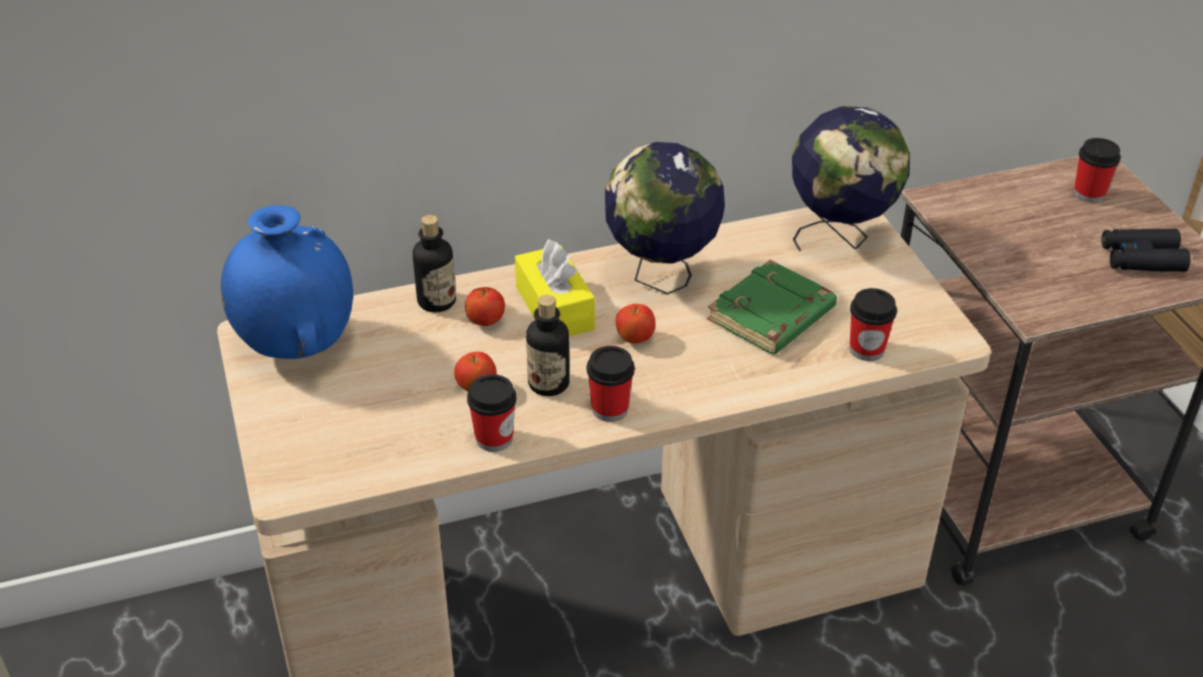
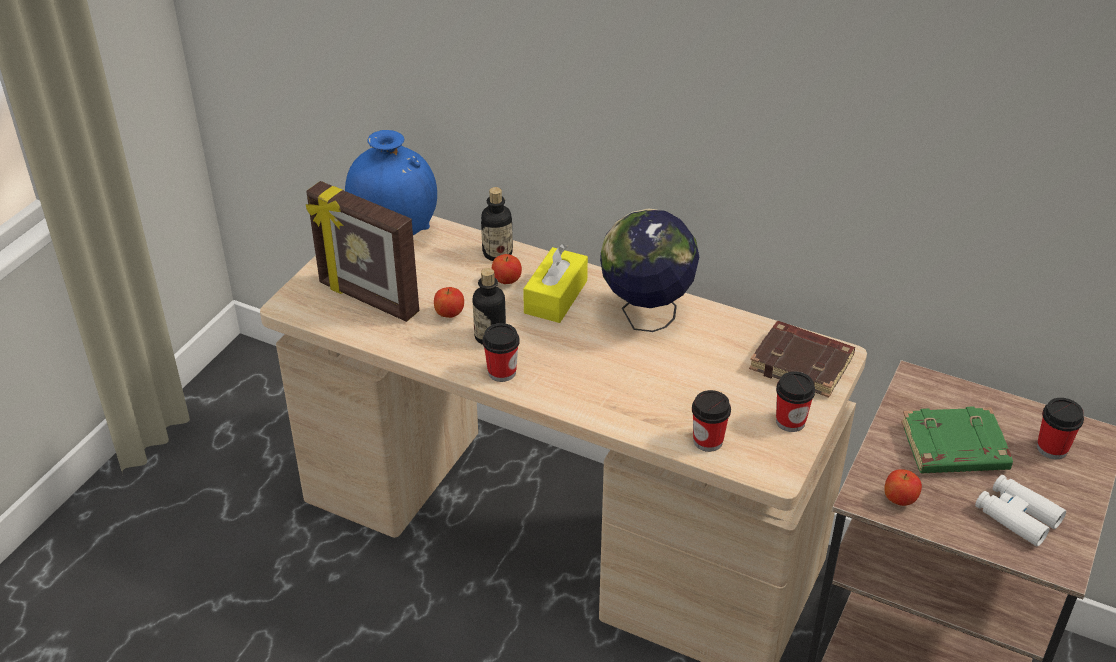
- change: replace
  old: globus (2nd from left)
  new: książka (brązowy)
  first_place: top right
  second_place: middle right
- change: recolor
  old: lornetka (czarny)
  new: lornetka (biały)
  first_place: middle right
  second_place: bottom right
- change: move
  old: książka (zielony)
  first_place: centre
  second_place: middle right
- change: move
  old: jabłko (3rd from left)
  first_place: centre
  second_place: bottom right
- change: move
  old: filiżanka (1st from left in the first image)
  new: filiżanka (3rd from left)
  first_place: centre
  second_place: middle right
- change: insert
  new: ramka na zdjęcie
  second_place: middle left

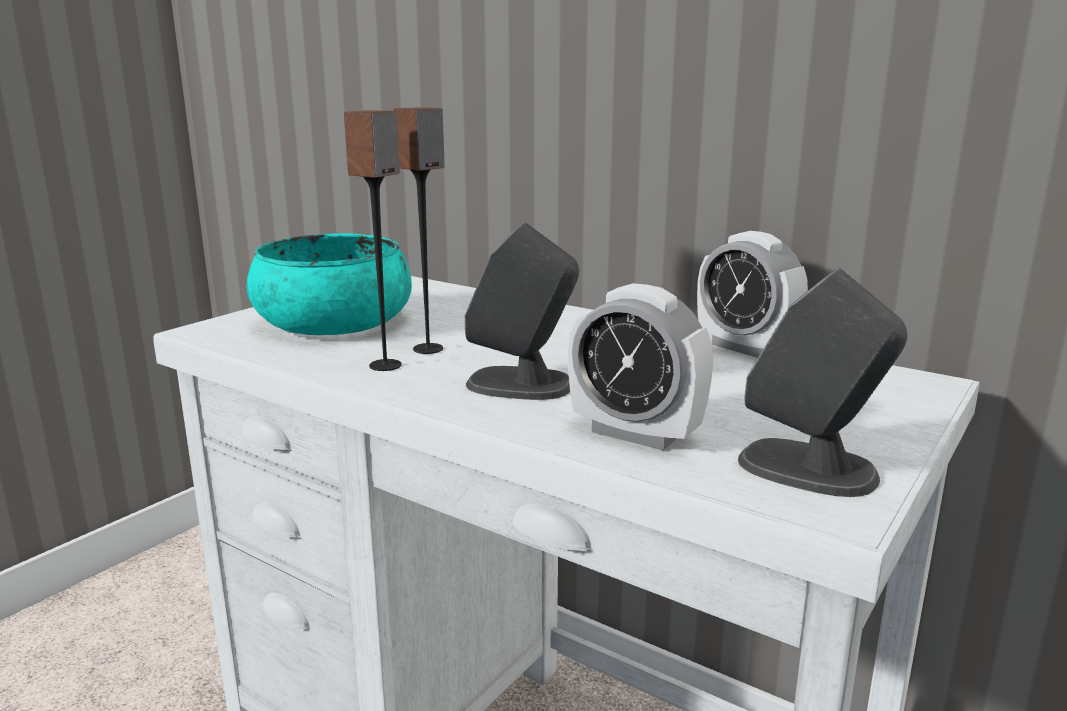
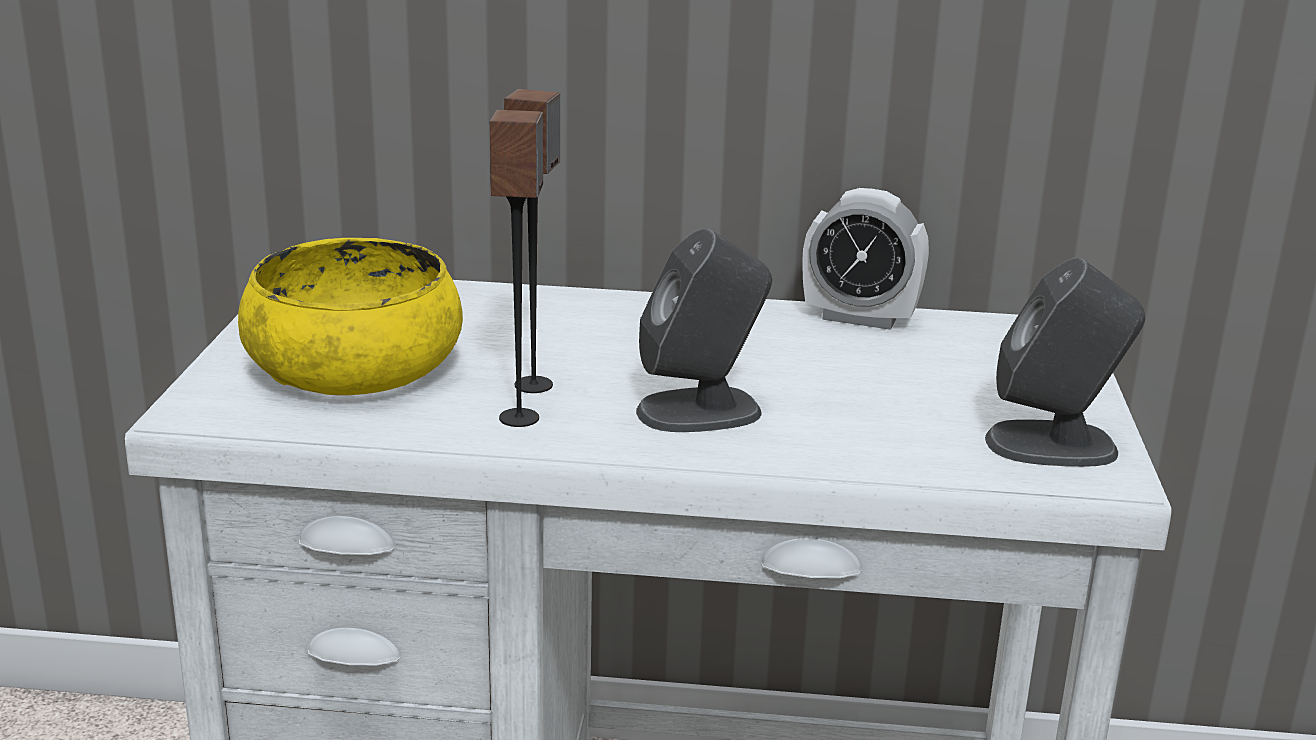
- change: recolor
  old: miska (turkusowy)
  new: miska (żółty)
  first_place: middle left
  second_place: middle left
- change: delete
  old: budzik (1st from left)
  first_place: centre

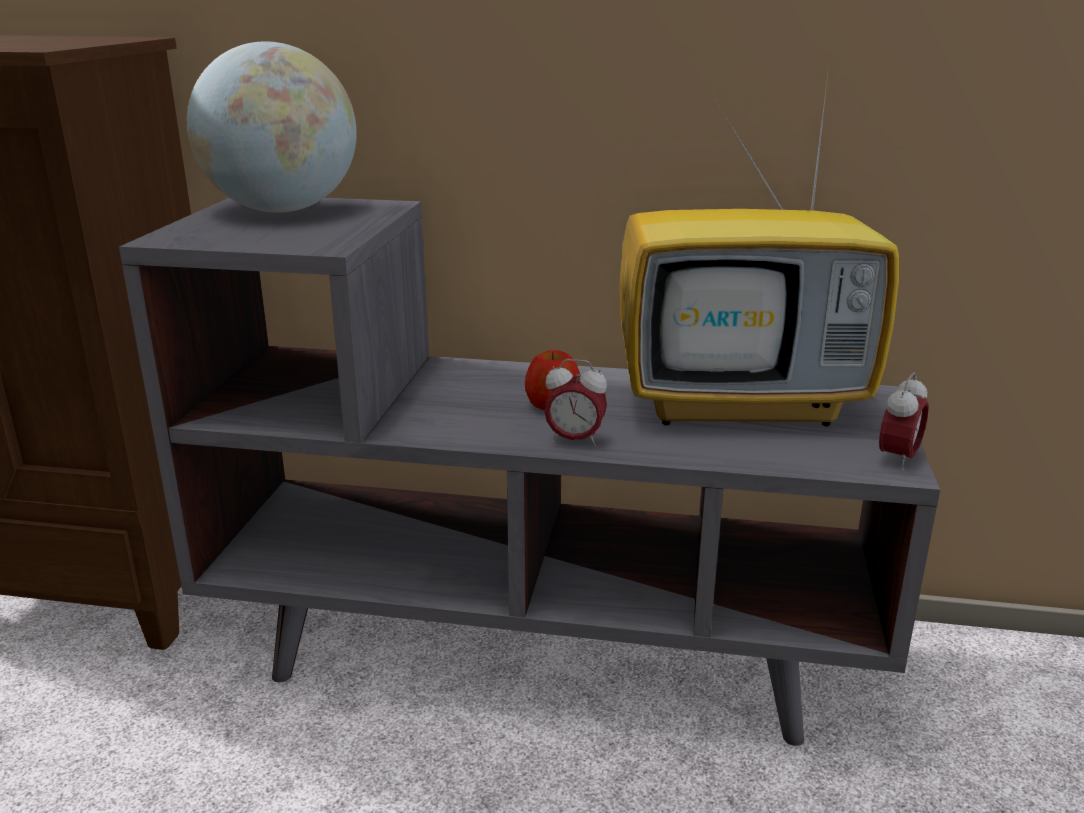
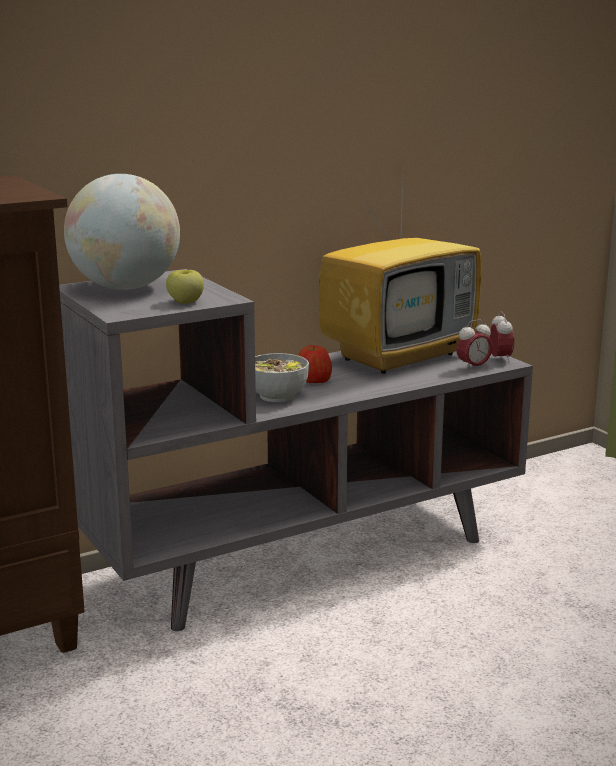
- change: move
  old: budzik (1st from left)
  first_place: centre
  second_place: middle right
- change: insert
  new: jabłko (1st from left)
  second_place: middle left
- change: insert
  new: miska
  second_place: centre

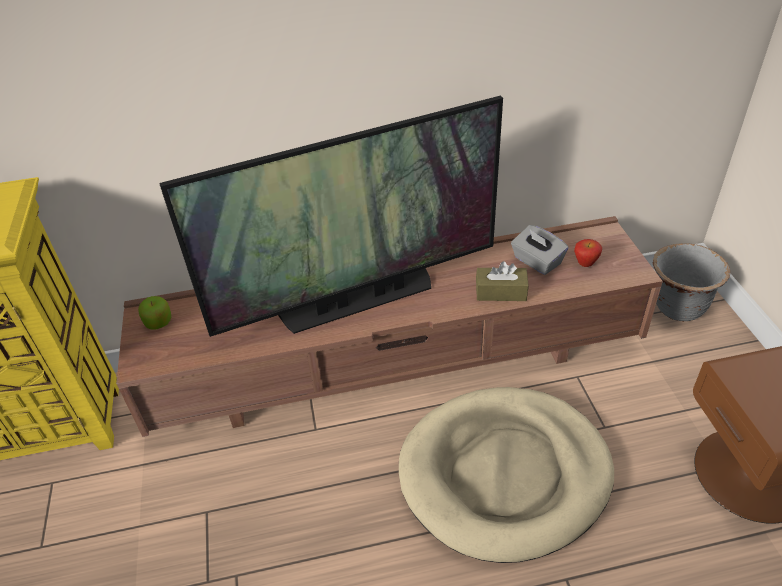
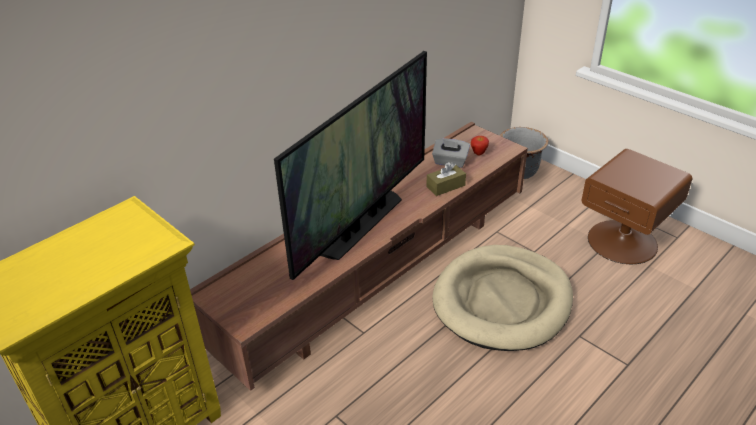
- change: delete
  old: jabłko (1st from left)
  first_place: middle left

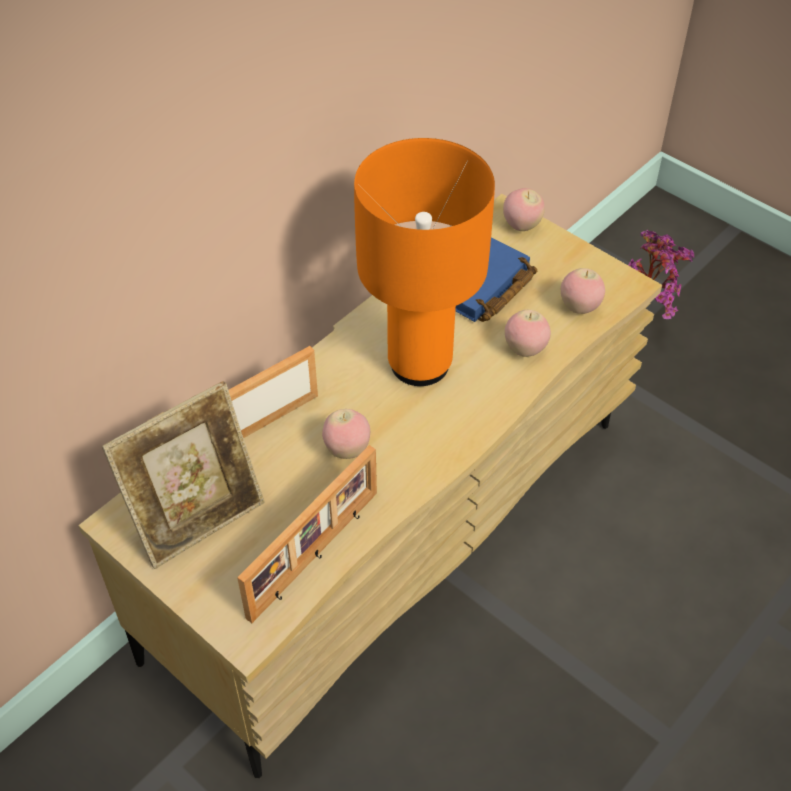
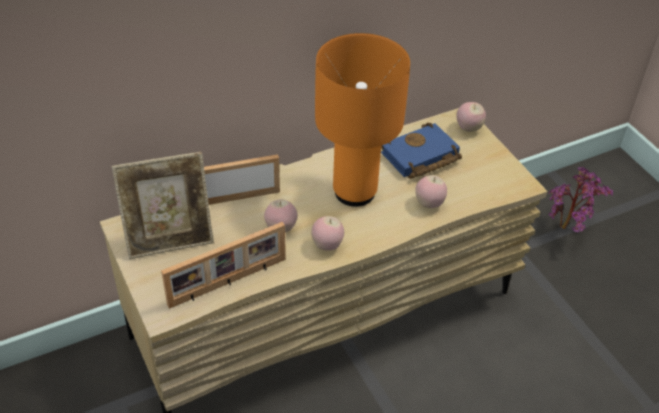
- change: move
  old: jabłko (4th from left in the first image)
  new: jabłko (2nd from left)
  first_place: middle right
  second_place: centre

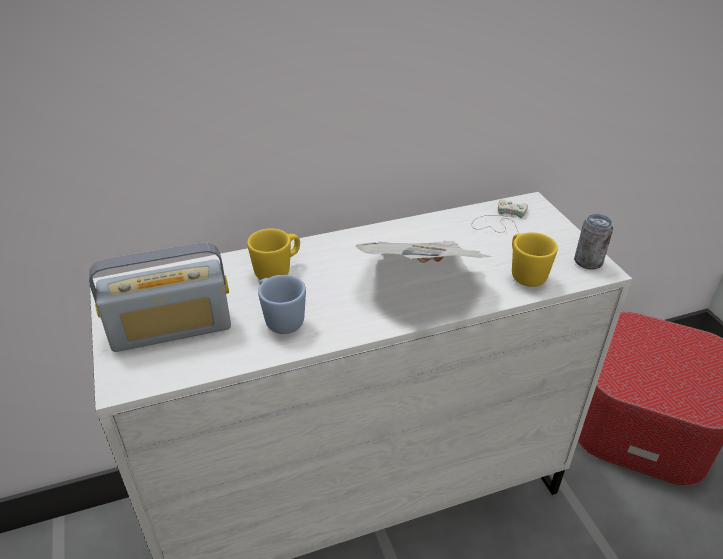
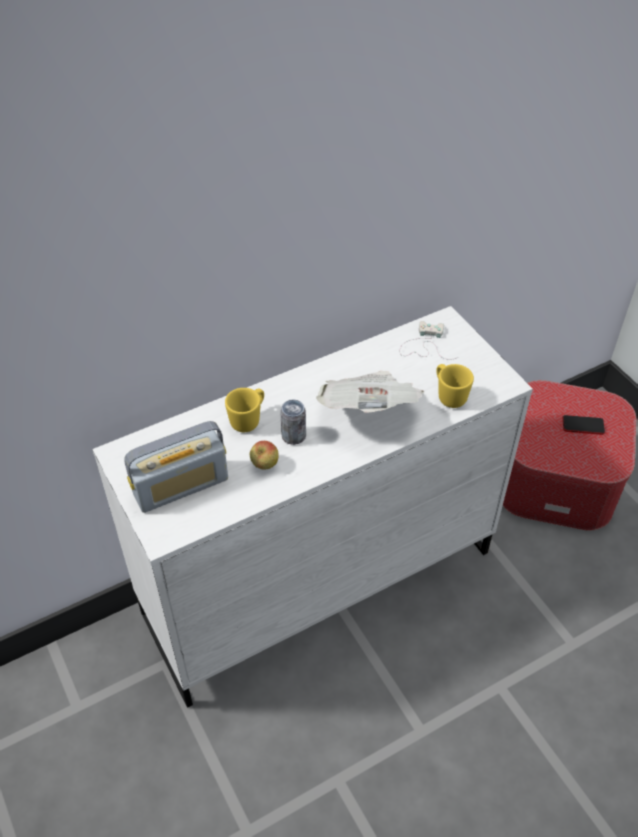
- change: move
  old: puszka
  first_place: middle right
  second_place: centre
- change: replace
  old: kubek (niebieski)
  new: jabłko
  first_place: centre
  second_place: centre
- change: insert
  new: telefon
  second_place: middle right

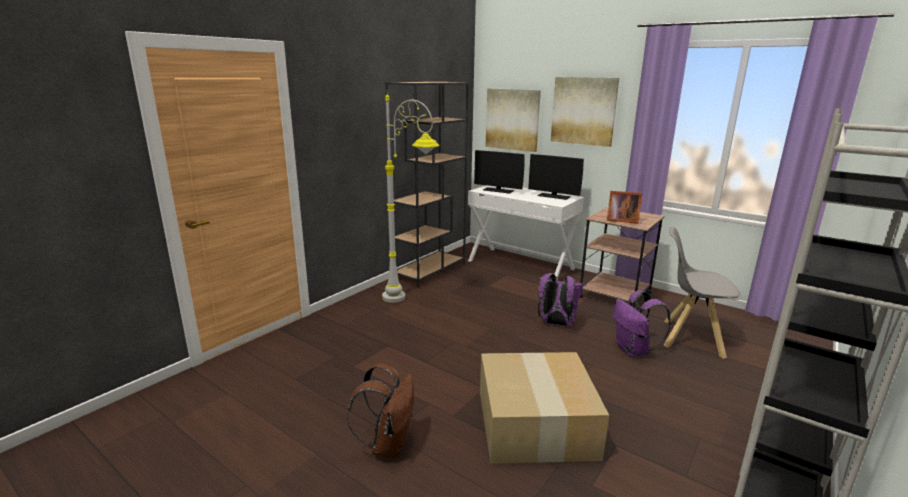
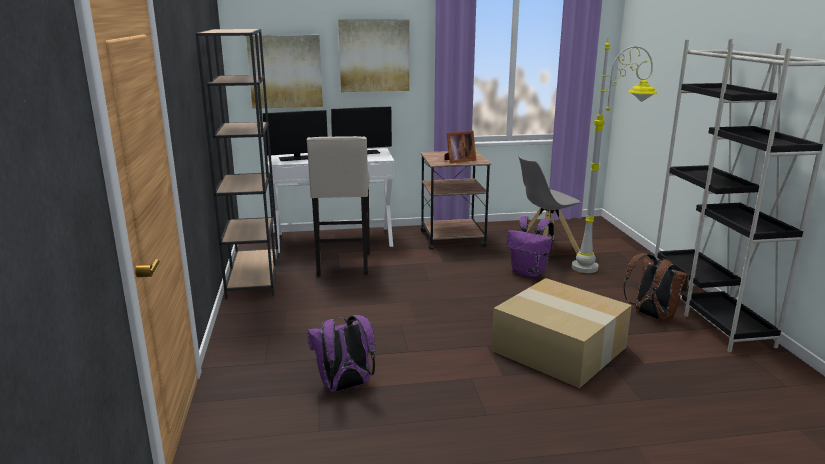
- change: move
  old: lampa stojąca (szary)
  first_place: centre
  second_place: middle right
- change: move
  old: plecak (fioletowy) (1st from left)
  first_place: centre
  second_place: bottom centre
- change: move
  old: plecak (brązowy)
  first_place: bottom centre
  second_place: middle right
- change: insert
  new: stołek (beżowy)
  second_place: centre

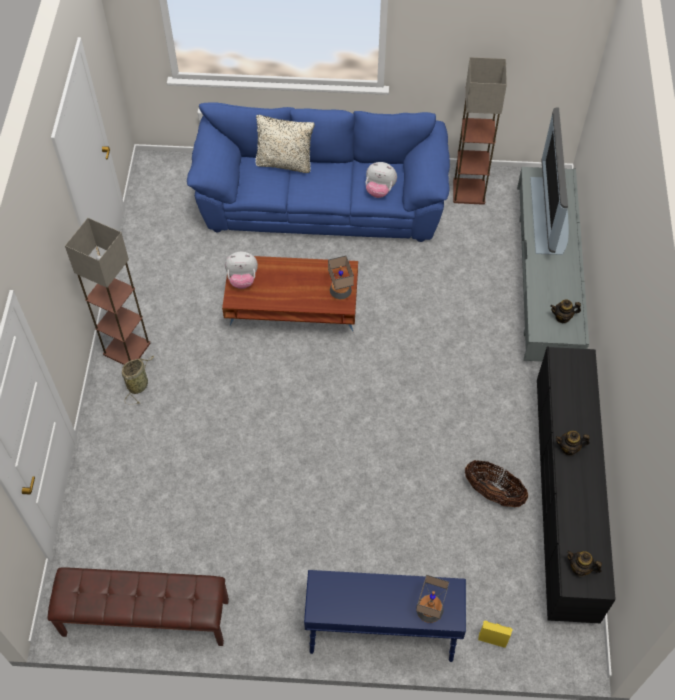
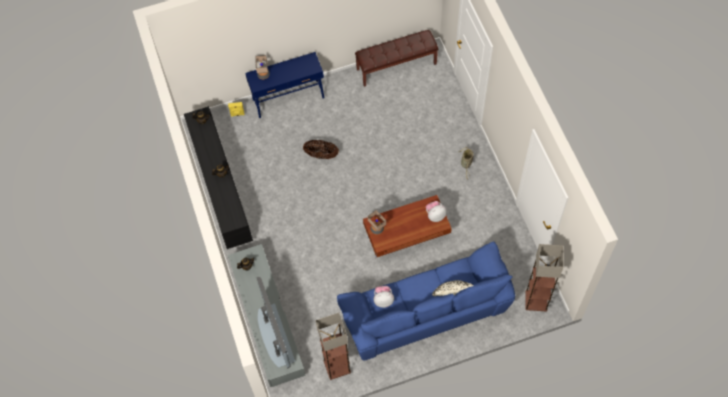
- change: move
  old: lampa stojąca (1st from left in the first image)
  new: lampa stojąca (2nd from left)
  first_place: middle left
  second_place: bottom right
- change: move
  old: koszyk (2nd from left in the first image)
  new: koszyk (1st from left)
  first_place: bottom right
  second_place: centre

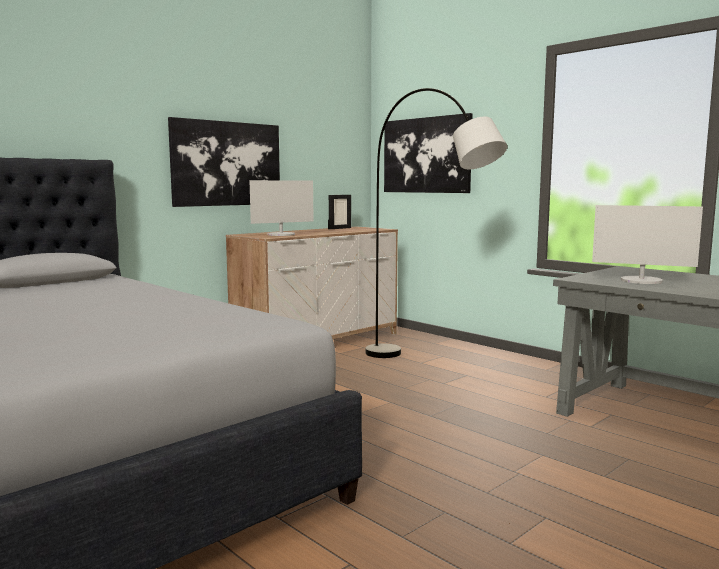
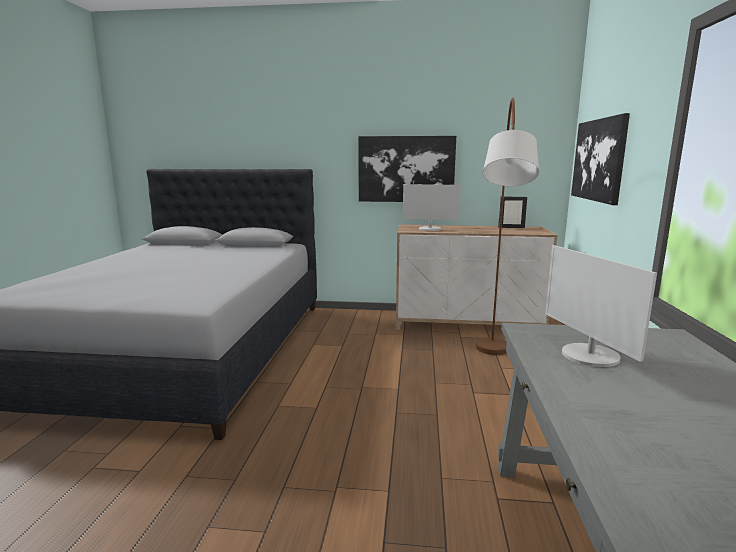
- change: recolor
  old: lampa stojąca (szary)
  new: lampa stojąca (brązowy)
  first_place: centre
  second_place: middle right

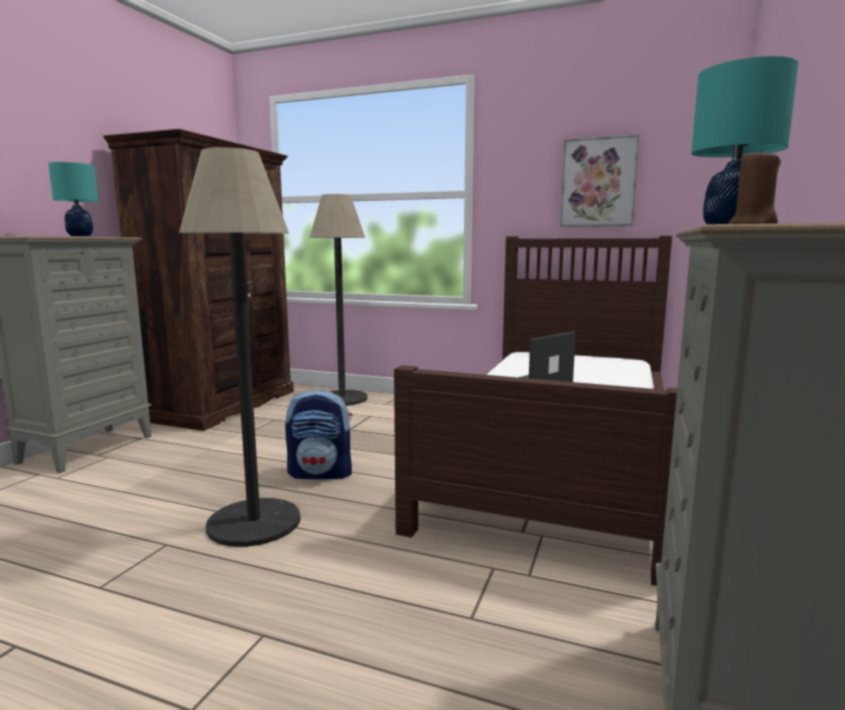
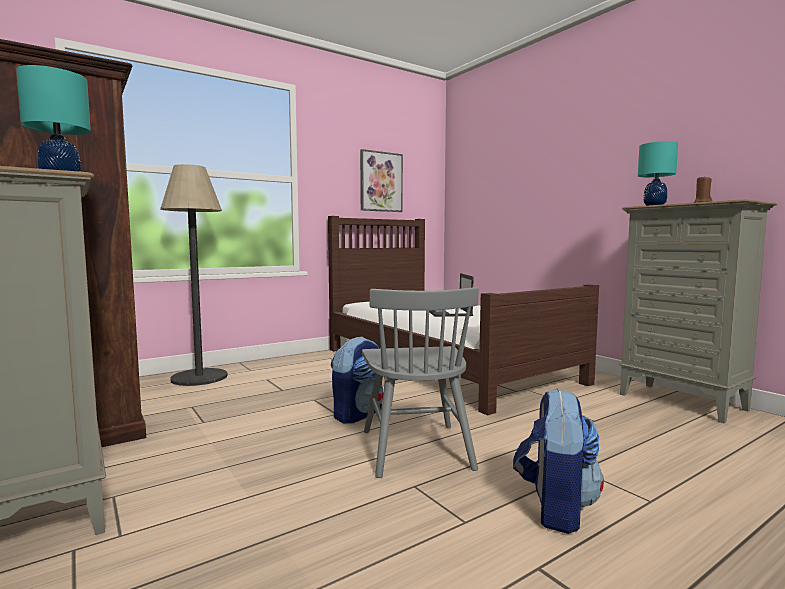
- change: replace
  old: lampa stojąca (1st from left)
  new: krzesło (szary)
  first_place: middle left
  second_place: centre
- change: insert
  new: plecak (2nd from left)
  second_place: bottom right

